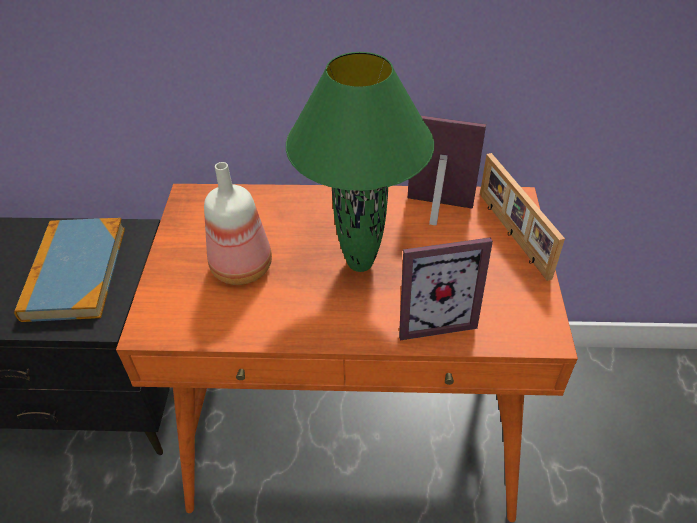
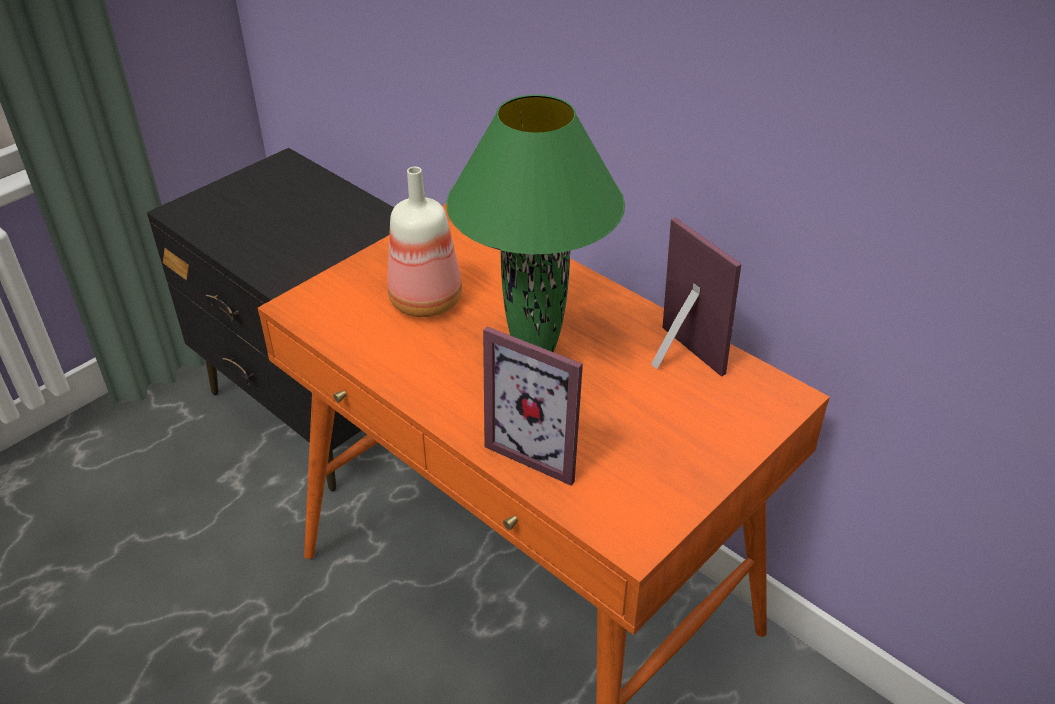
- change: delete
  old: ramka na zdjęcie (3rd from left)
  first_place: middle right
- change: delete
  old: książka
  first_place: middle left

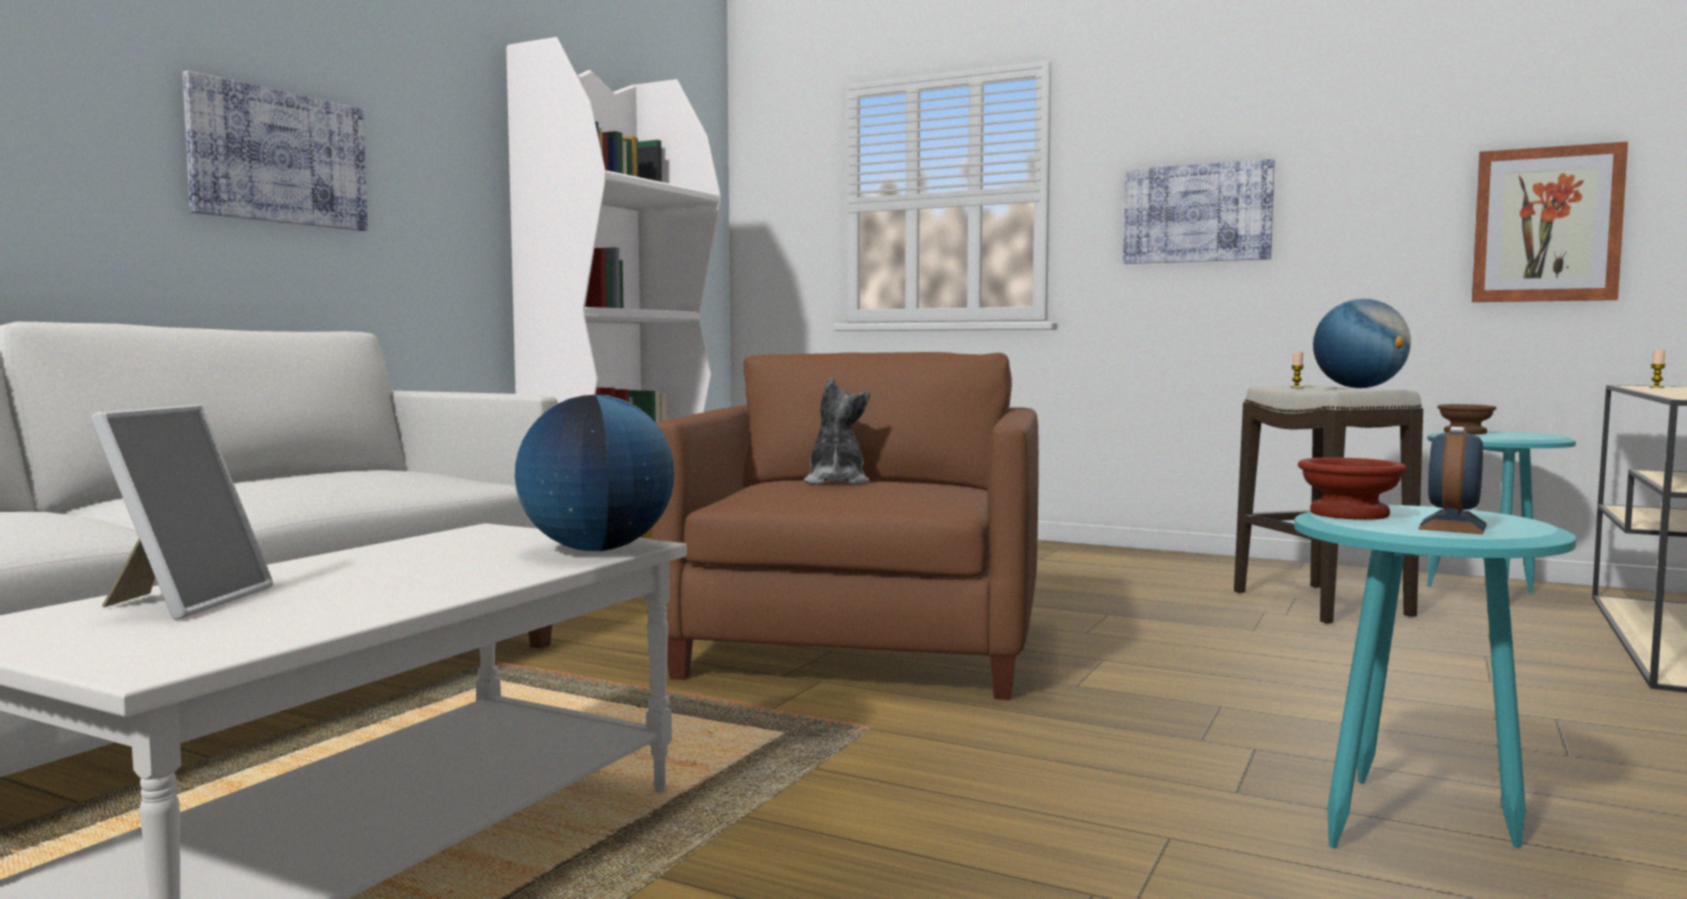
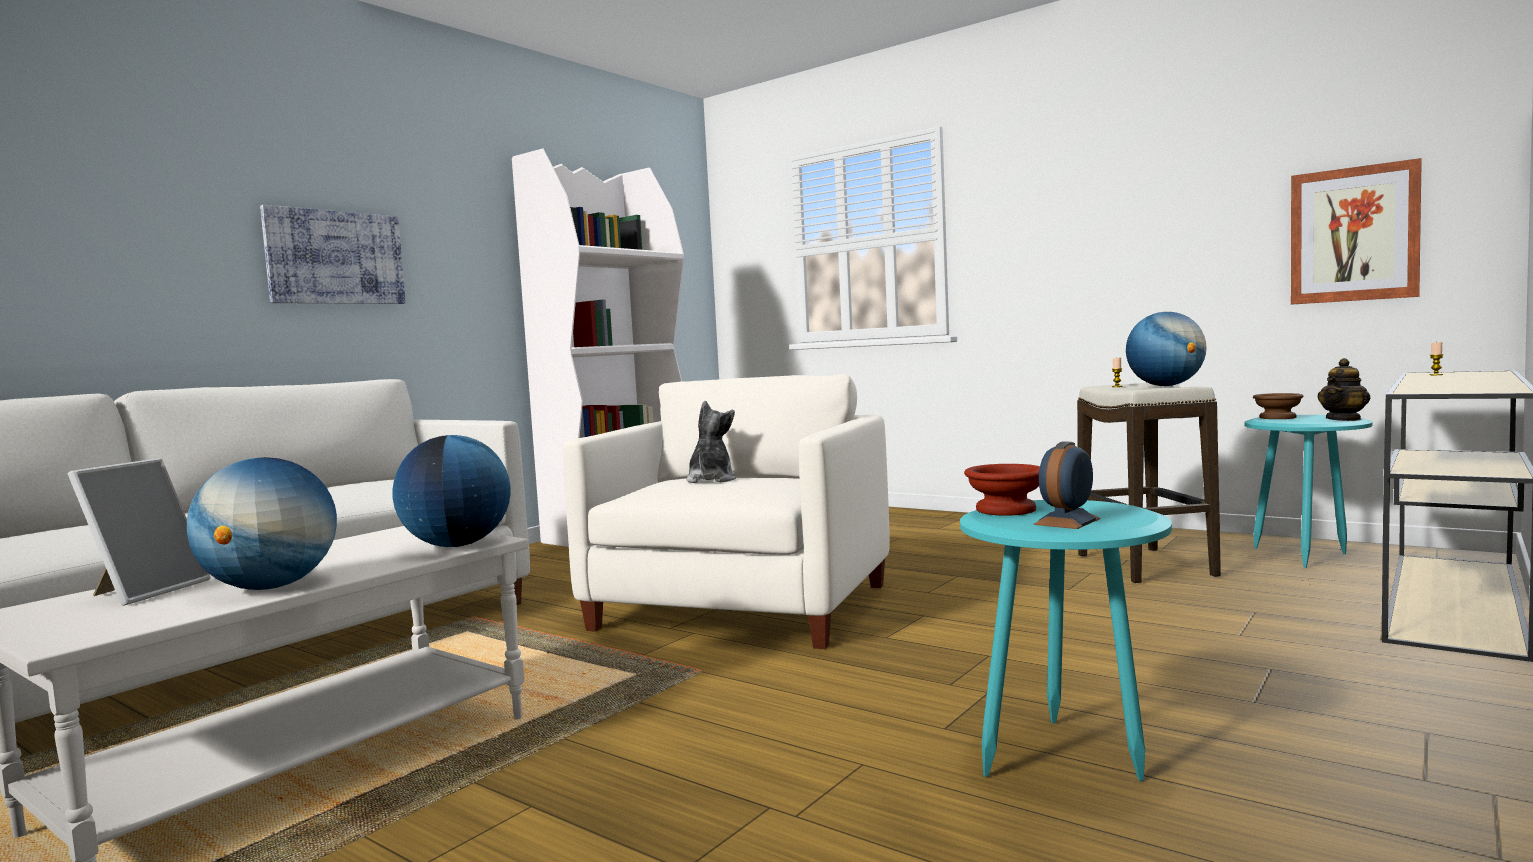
- change: delete
  old: obraz (2nd from left)
  first_place: top right
- change: recolor
  old: fotel (brązowy)
  new: fotel (biały)
  first_place: centre
  second_place: centre
- change: insert
  new: imbryk
  second_place: middle right
- change: insert
  new: globus (1st from left)
  second_place: middle left

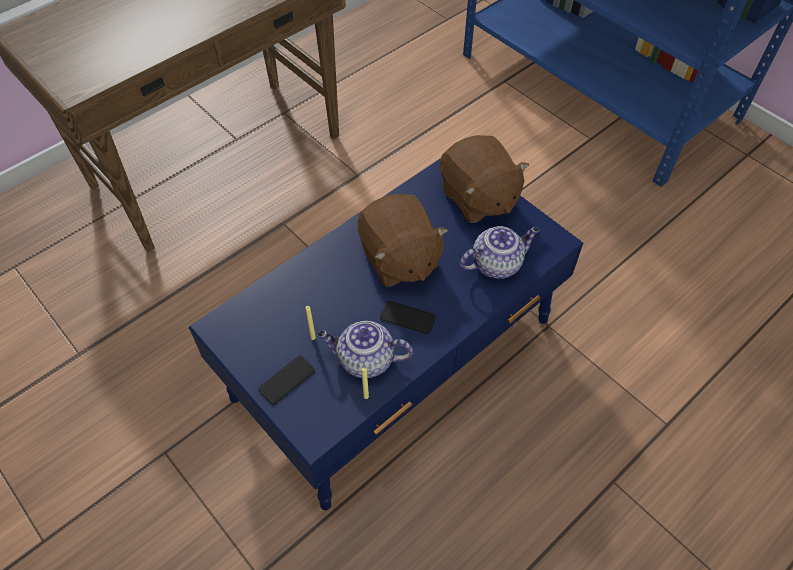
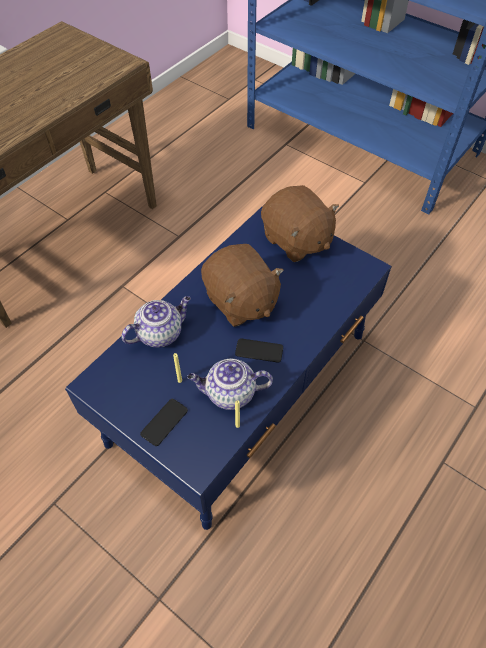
- change: move
  old: imbryk (2nd from left in the first image)
  new: imbryk (1st from left)
  first_place: centre
  second_place: middle left

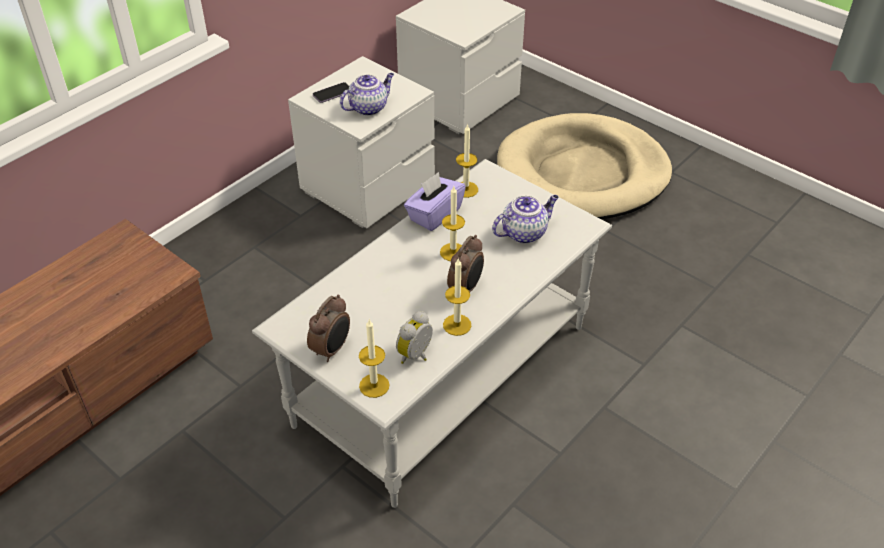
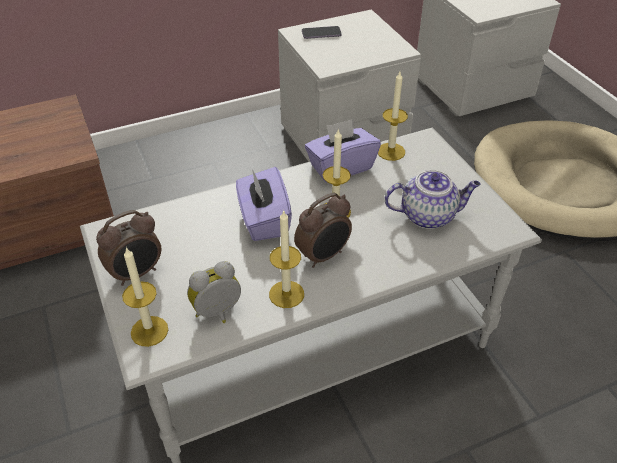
- change: delete
  old: imbryk (1st from left)
  first_place: top centre
- change: insert
  new: pudełko chusteczek (fioletowy) (1st from left)
  second_place: centre

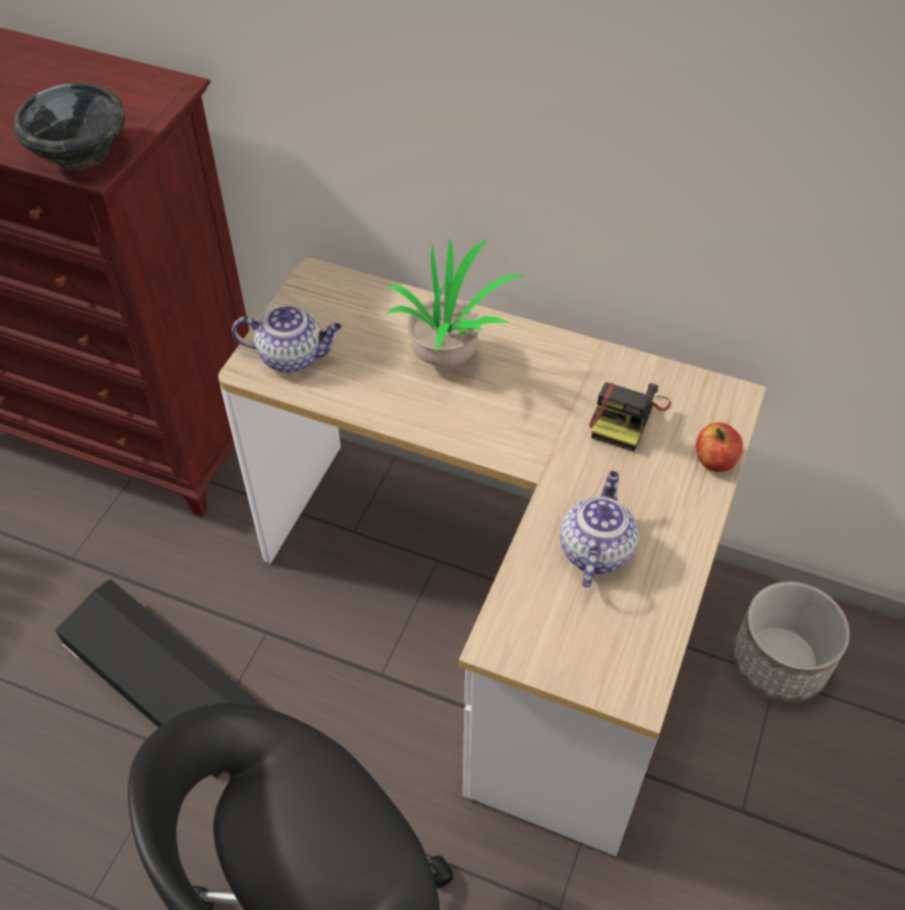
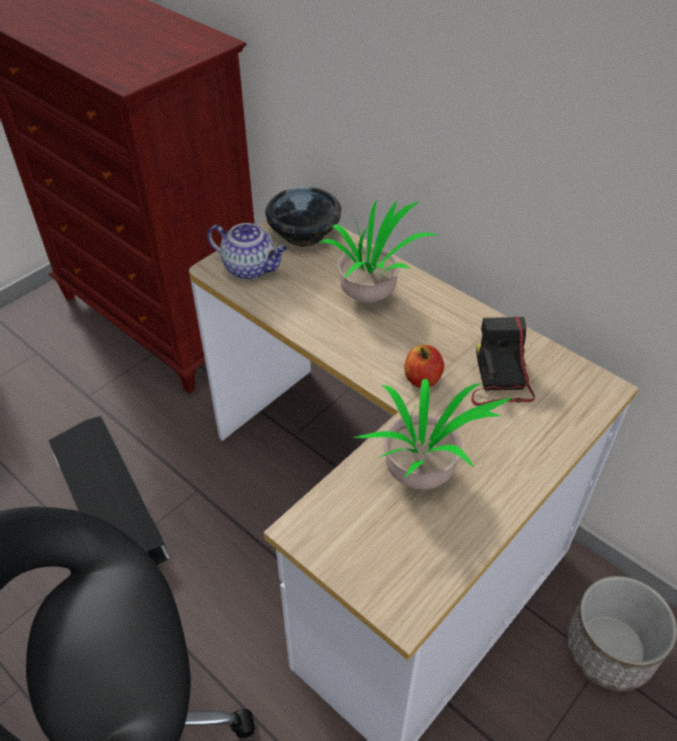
- change: move
  old: miska (czarny)
  first_place: top left
  second_place: top centre
- change: rotate
  old: aparat fotograficzny
  first_place: middle right
  second_place: middle right
  degrees: 135
- change: move
  old: jabłko
  first_place: middle right
  second_place: centre
- change: replace
  old: imbryk (2nd from left)
  new: roślina doniczkowa (2nd from left)
  first_place: centre
  second_place: centre

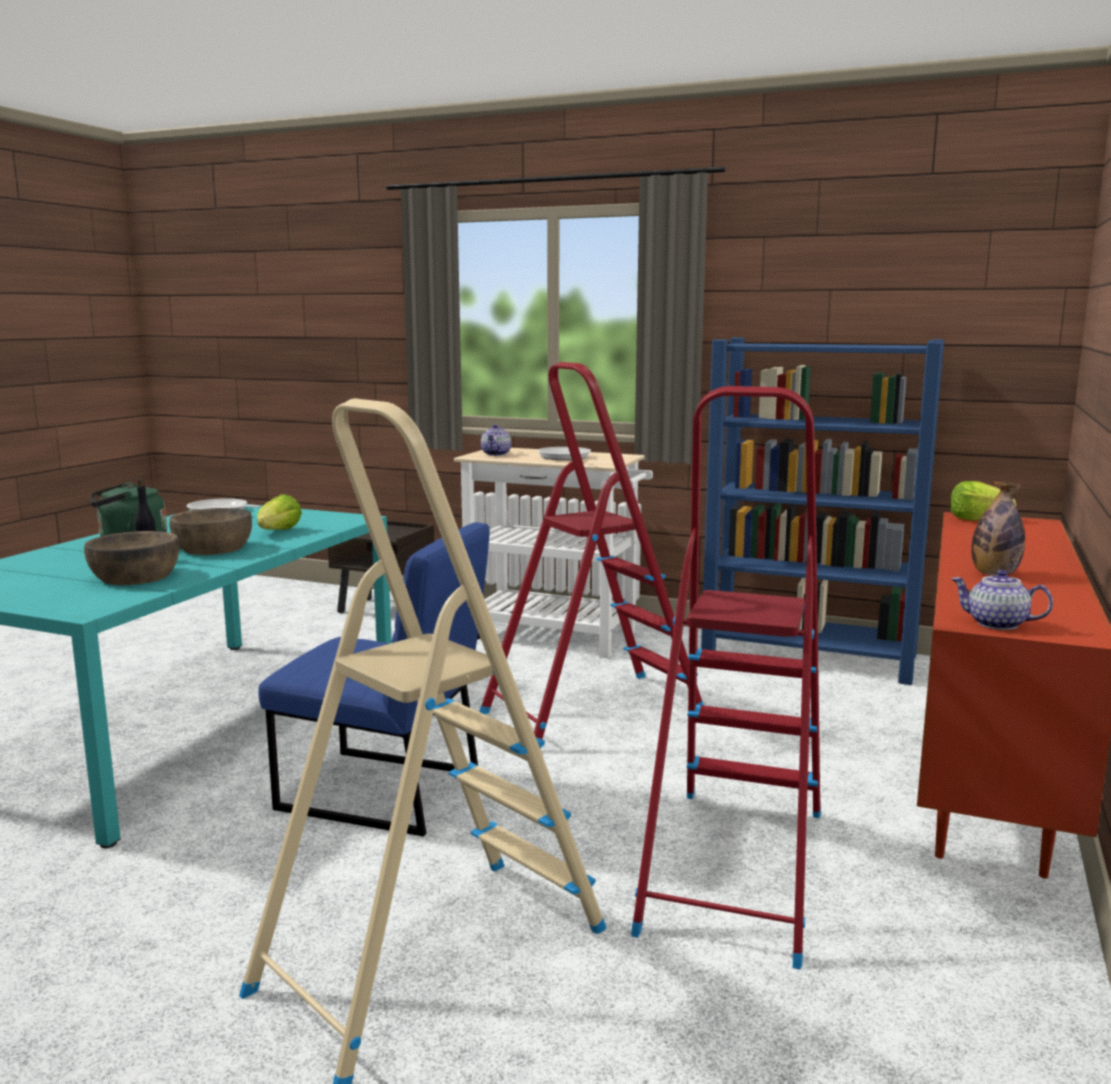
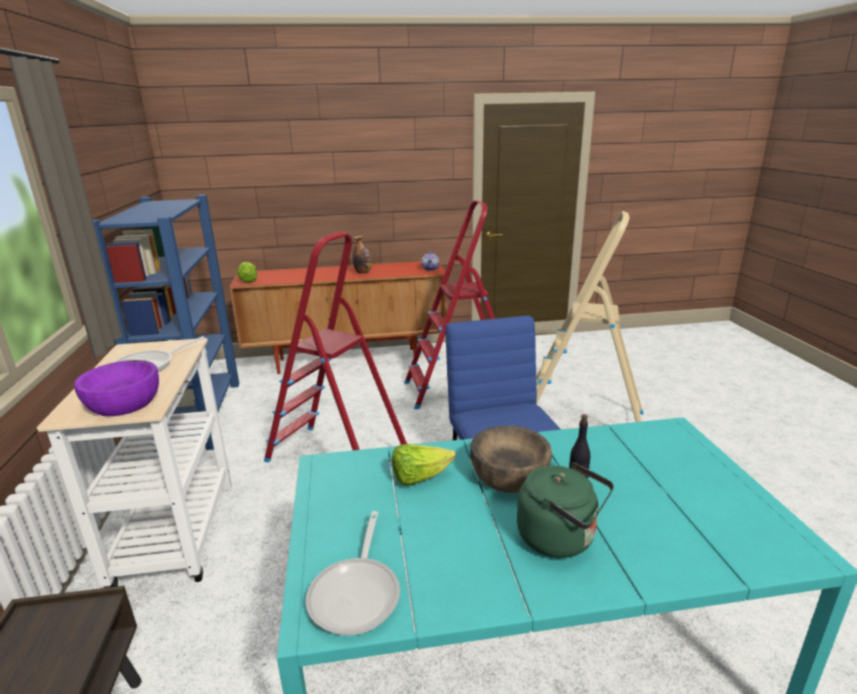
- change: replace
  old: imbryk (1st from left)
  new: miska (fioletowy)
  first_place: centre
  second_place: middle left
- change: delete
  old: miska (brązowy) (1st from left)
  first_place: middle left

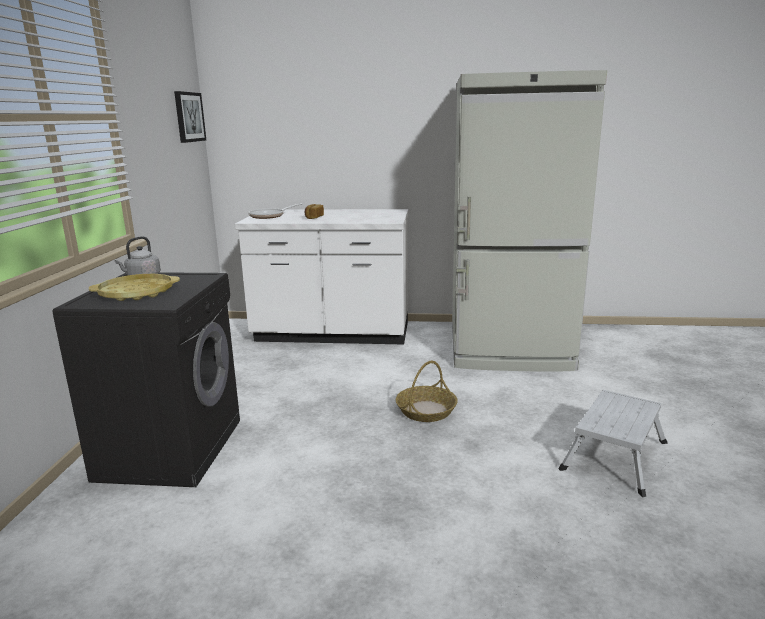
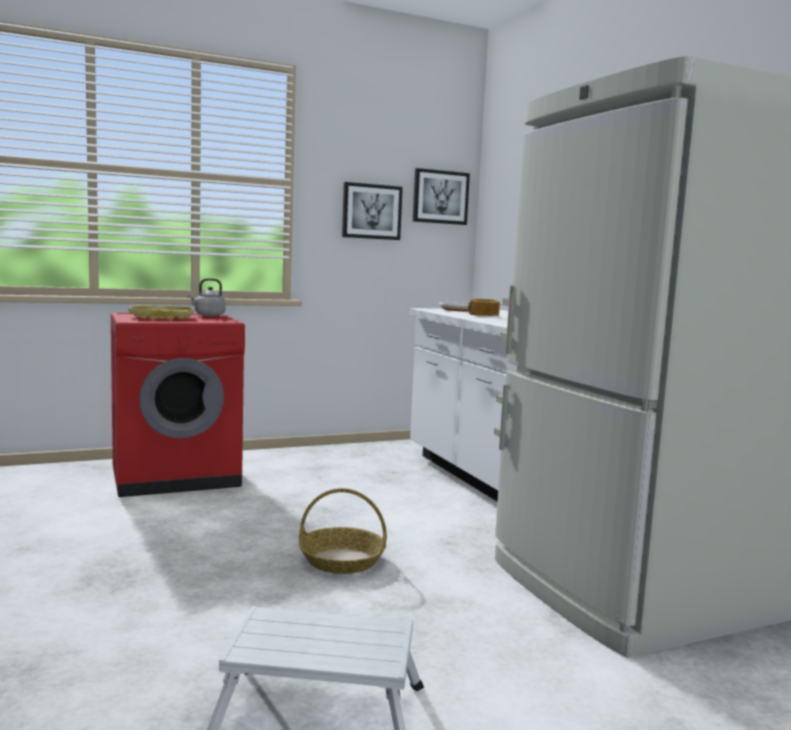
- change: recolor
  old: pralka (czarny)
  new: pralka (czerwony)
  first_place: middle left
  second_place: middle left
- change: insert
  new: obraz (1st from left)
  second_place: top centre

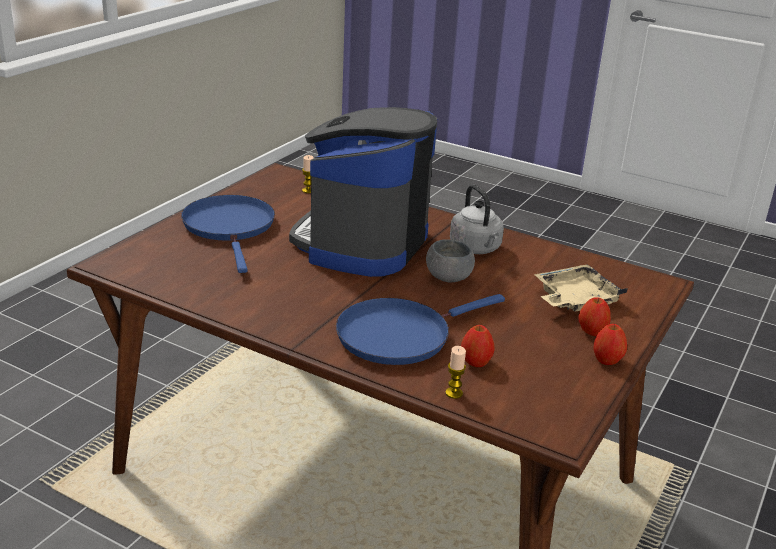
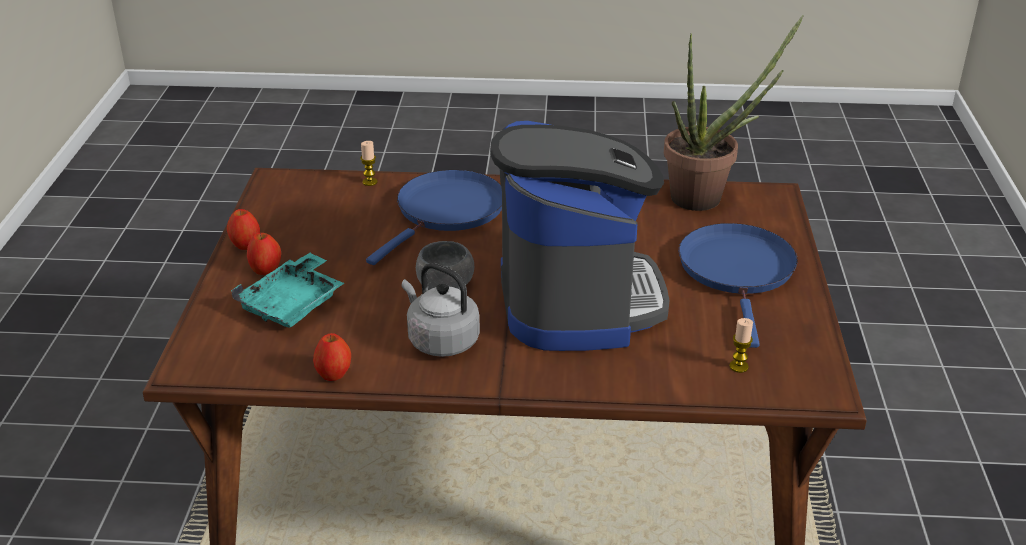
- change: rotate
  old: patelnia (niebieski) (1st from left in the first image)
  first_place: middle left
  second_place: middle right
  degrees: -135
- change: recolor
  old: taca (beżowy)
  new: taca (turkusowy)
  first_place: middle right
  second_place: middle left
- change: move
  old: jabłko (1st from left in the first image)
  new: jabłko (3rd from left)
  first_place: centre
  second_place: middle left
- change: insert
  new: roślina doniczkowa
  second_place: top right

